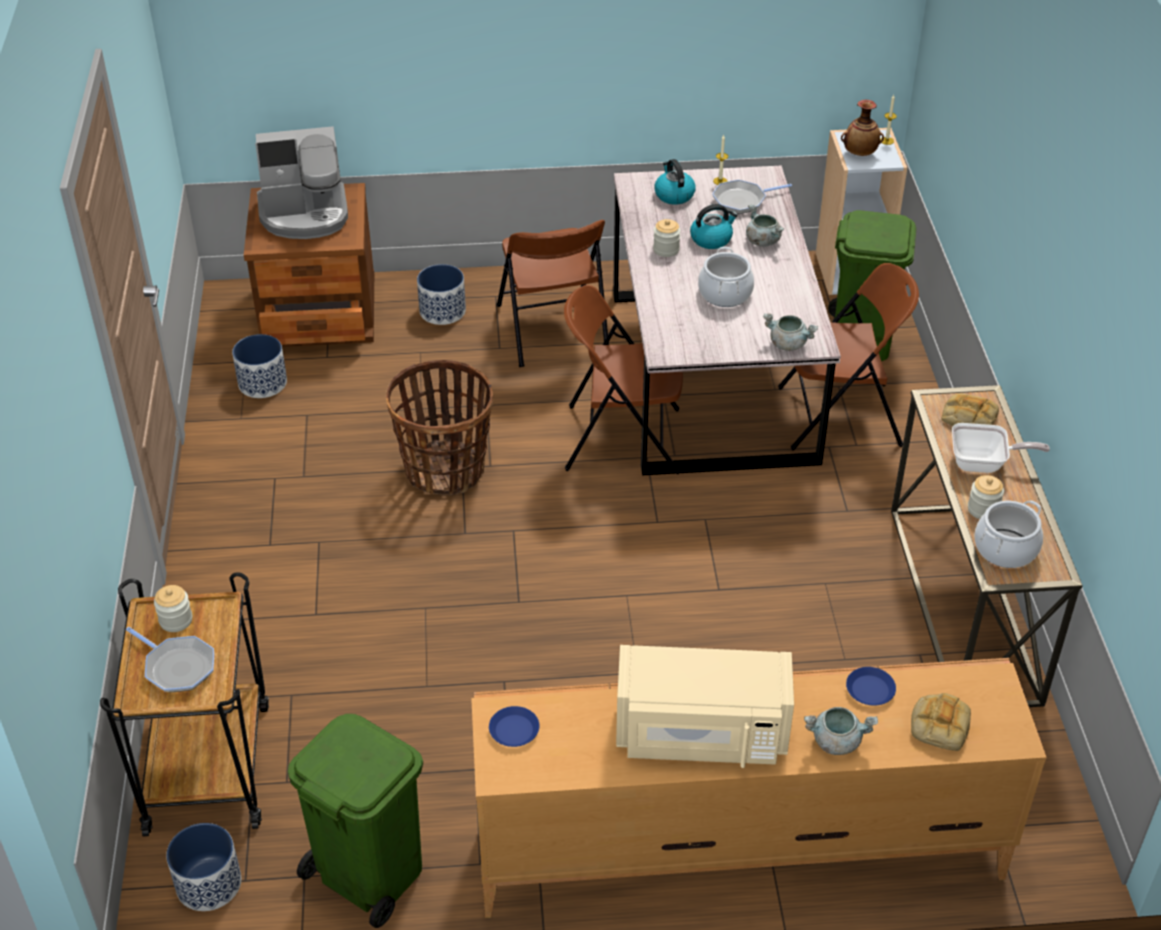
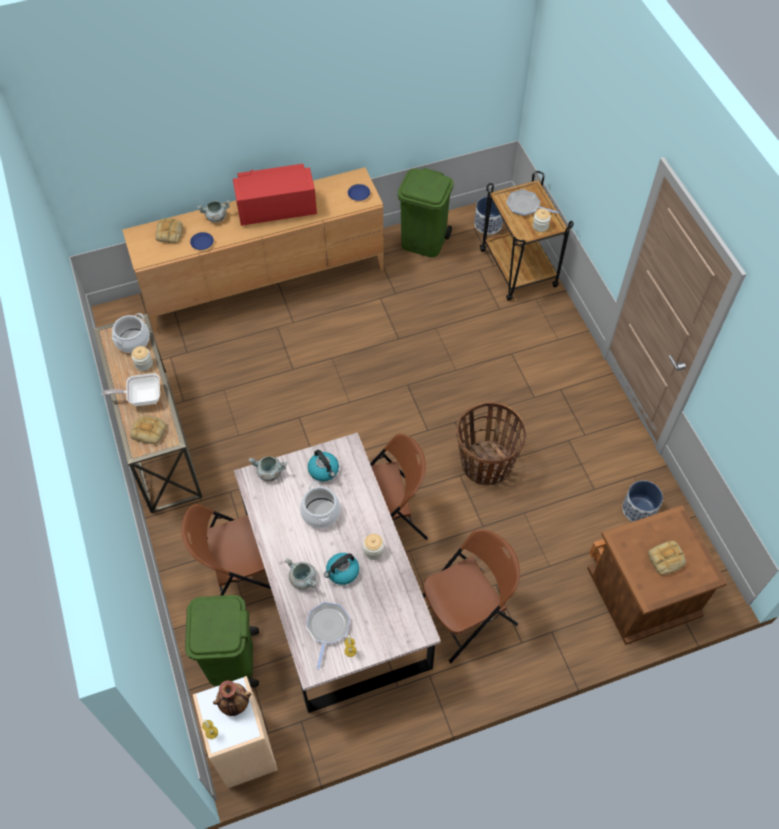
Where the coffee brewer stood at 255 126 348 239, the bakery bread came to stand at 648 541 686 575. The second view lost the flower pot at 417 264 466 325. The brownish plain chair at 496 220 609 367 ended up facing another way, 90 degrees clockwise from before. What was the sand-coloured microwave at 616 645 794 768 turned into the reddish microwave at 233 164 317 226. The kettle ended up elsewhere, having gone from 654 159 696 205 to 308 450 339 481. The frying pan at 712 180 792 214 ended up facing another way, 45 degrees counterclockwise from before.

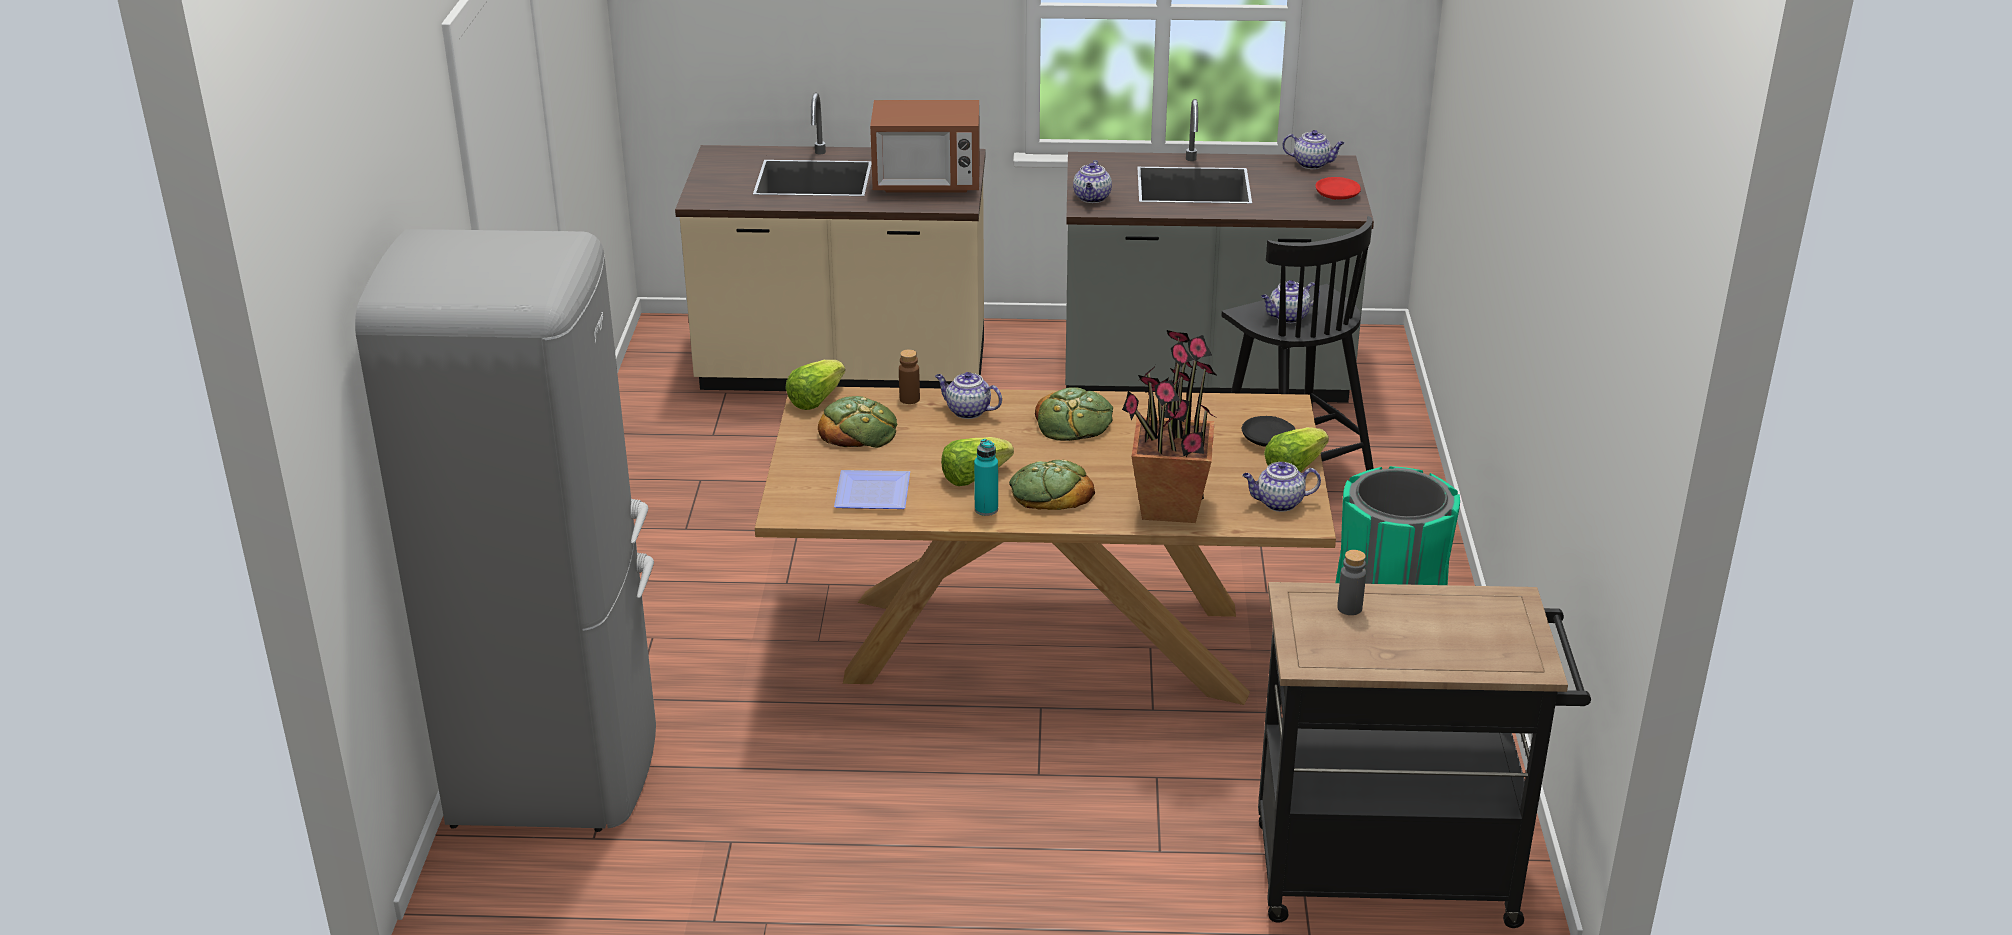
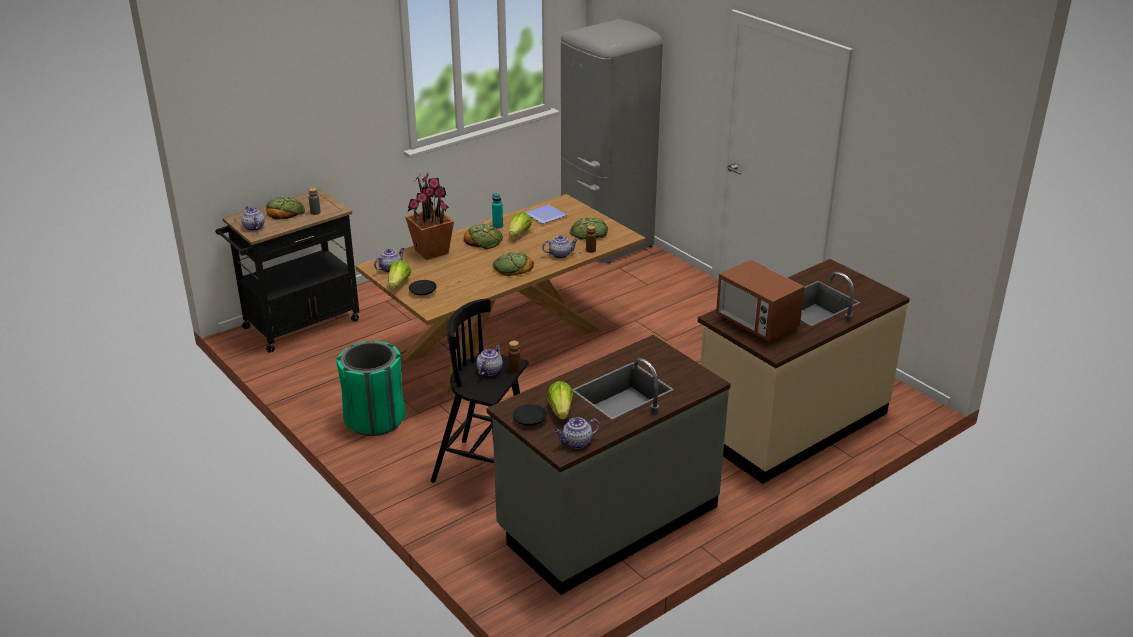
The lettuce ended up elsewhere, having gone from 785 360 845 410 to 547 381 573 419. The microwave at 870 100 980 192 ended up facing another way, 90 degrees counterclockwise from before. The tea pot ended up elsewhere, having gone from 1073 160 1112 203 to 241 206 265 231. What was the reddish flat dish at 1316 177 1361 200 turned into the black-coloured flat dish at 513 404 547 426. The second view gained the bakery bread at 266 196 305 219. The second view gained the brownish beverage bottle at 508 341 521 372.

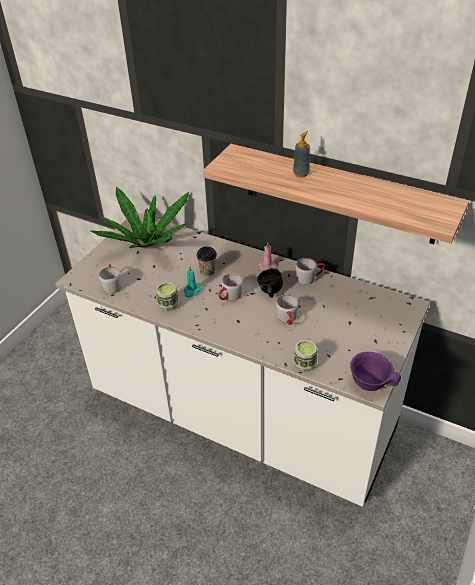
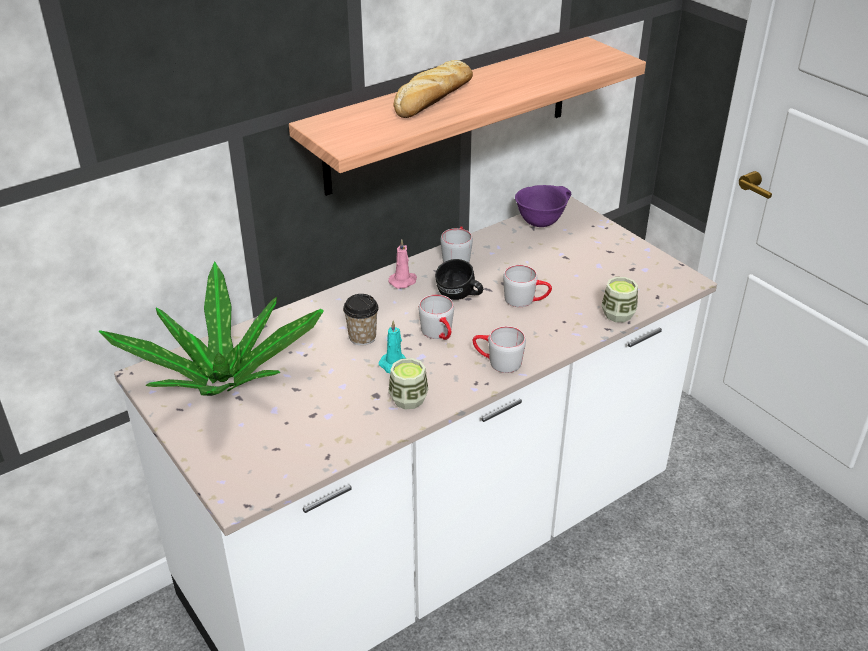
The grey mug ended up elsewhere, having gone from 99 264 121 293 to 473 326 526 373. Where the soap bottle stood at 293 131 310 177, the bakery bread came to stand at 393 60 473 118. The purplish bowl ended up elsewhere, having gone from 350 352 401 391 to 515 185 571 227.

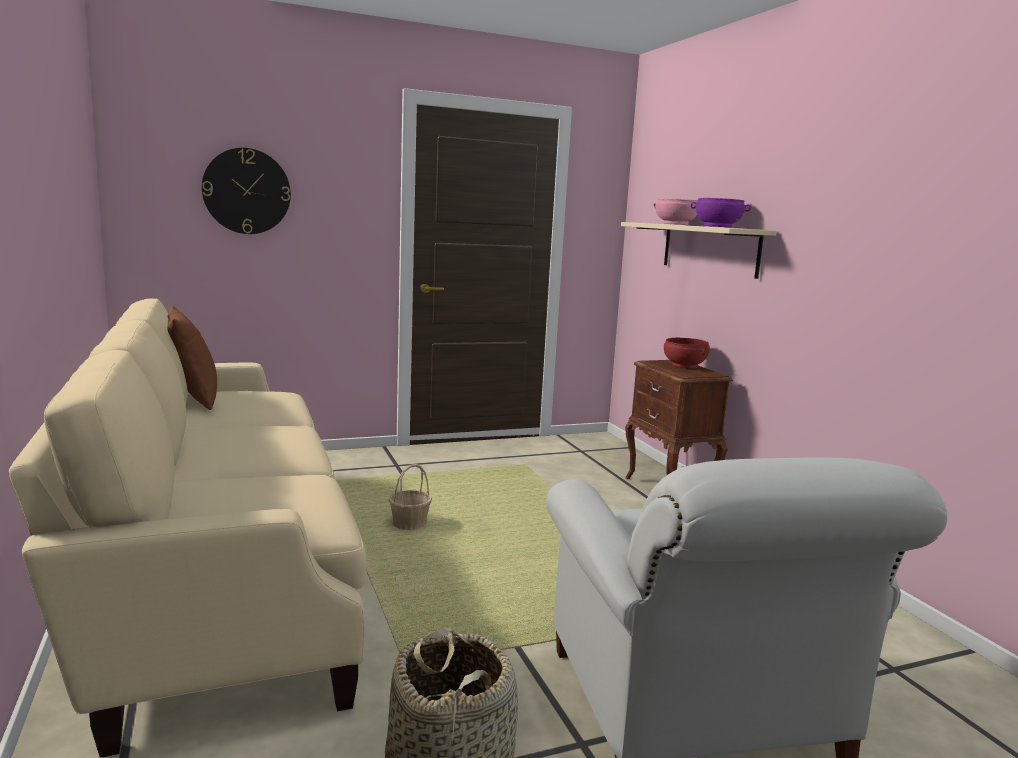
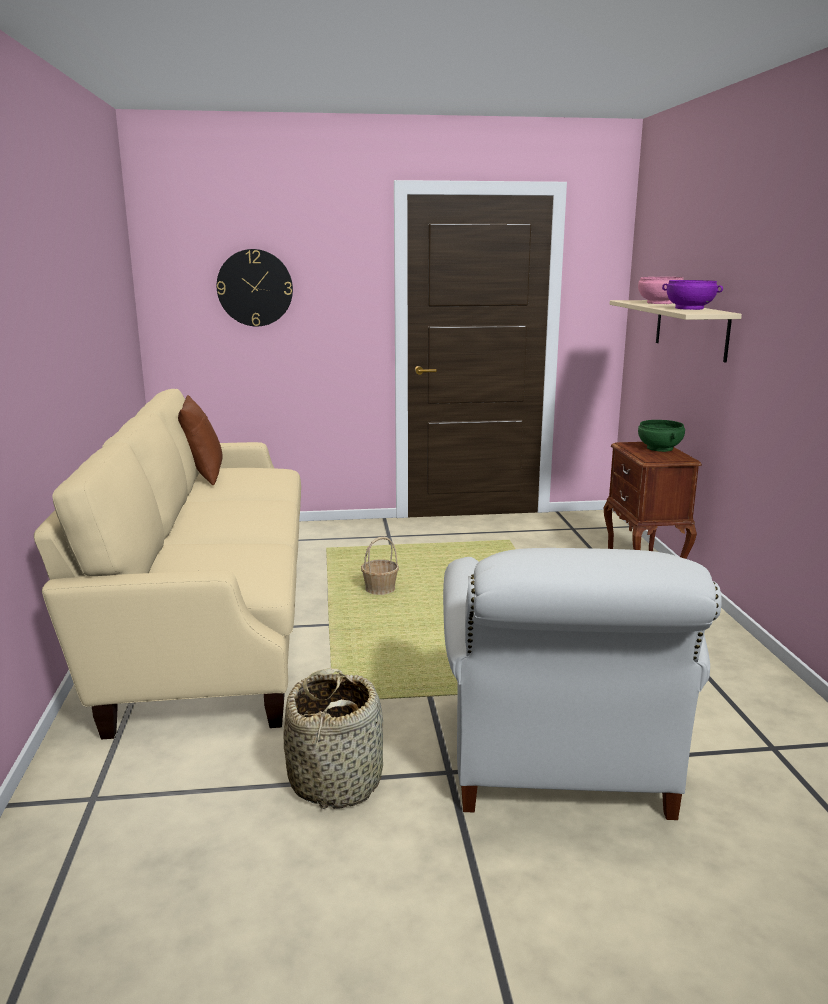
What was the reddish bowl at 664 338 710 369 turned into the greenish bowl at 638 420 685 452.

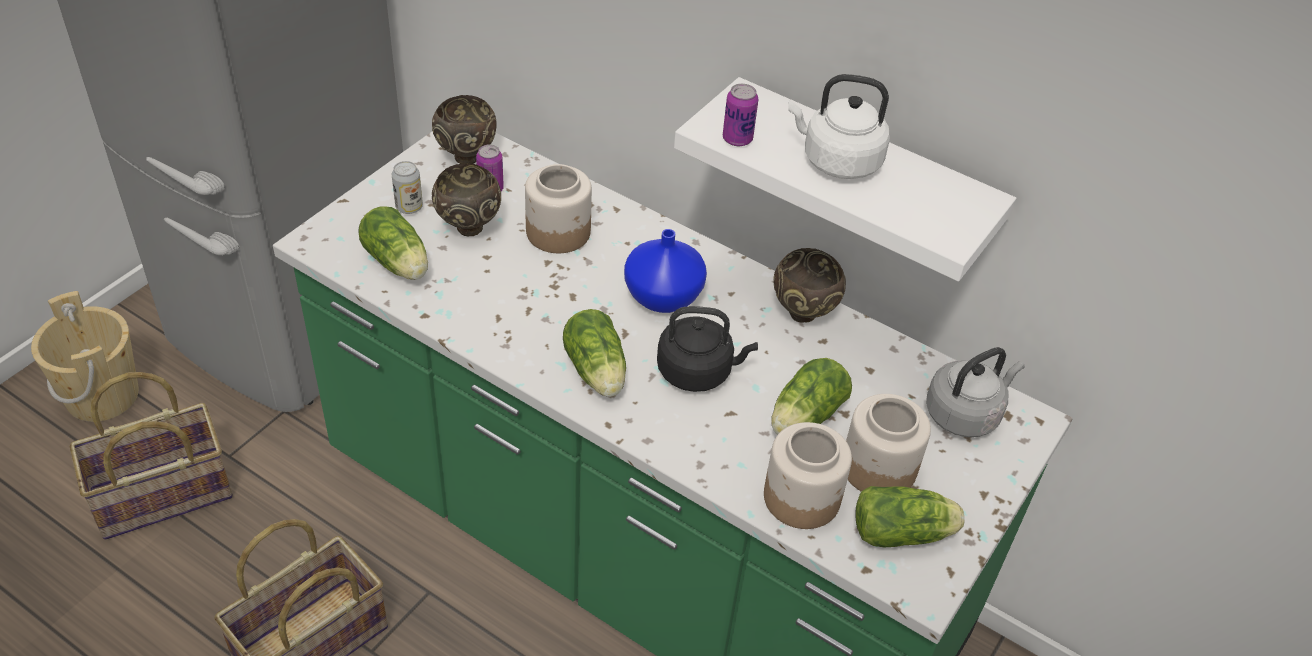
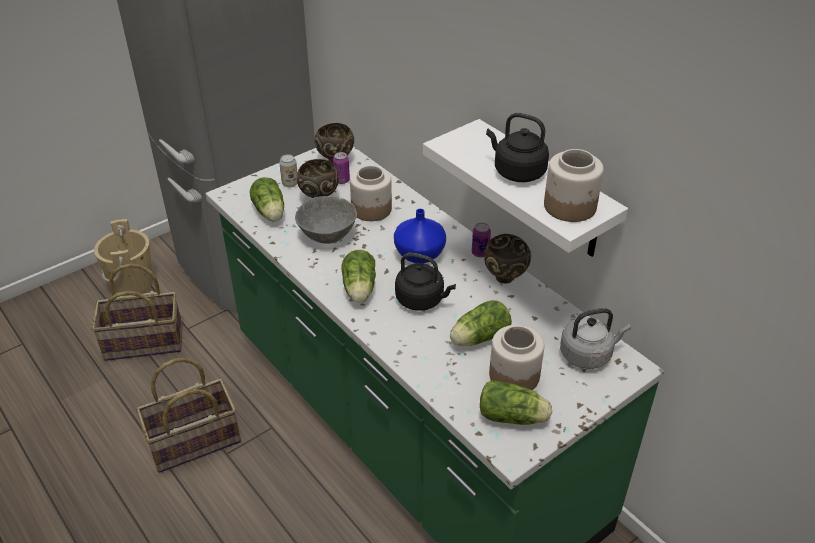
The sealed can ended up elsewhere, having gone from 723 84 758 146 to 472 223 491 257. The storage jar ended up elsewhere, having gone from 764 422 852 529 to 544 149 604 222. What was the white-coloured kettle at 788 74 890 179 turned into the black-coloured kettle at 486 113 549 182. The second view gained the grey bowl at 295 196 357 244.

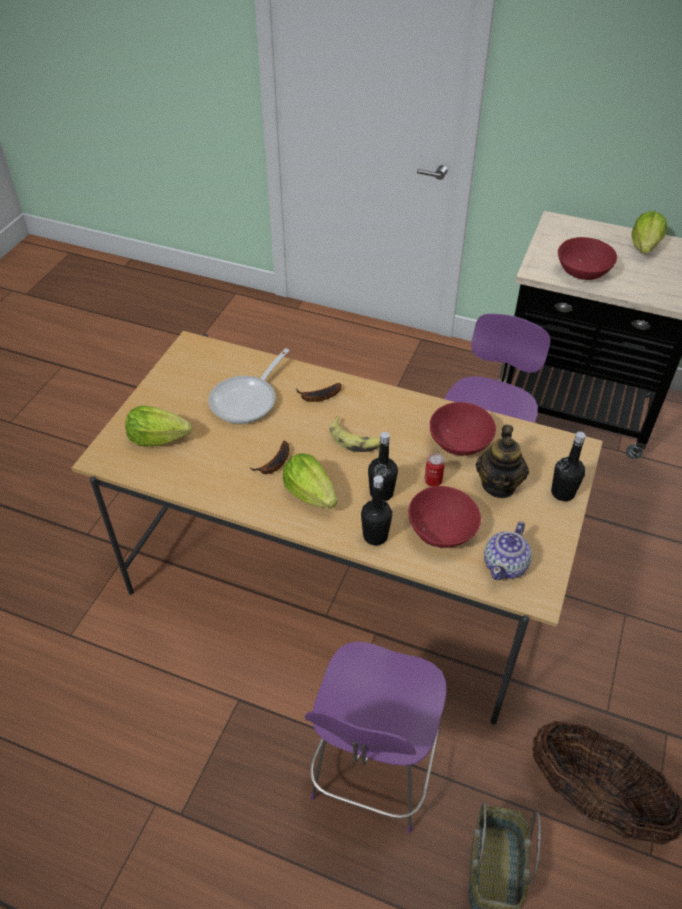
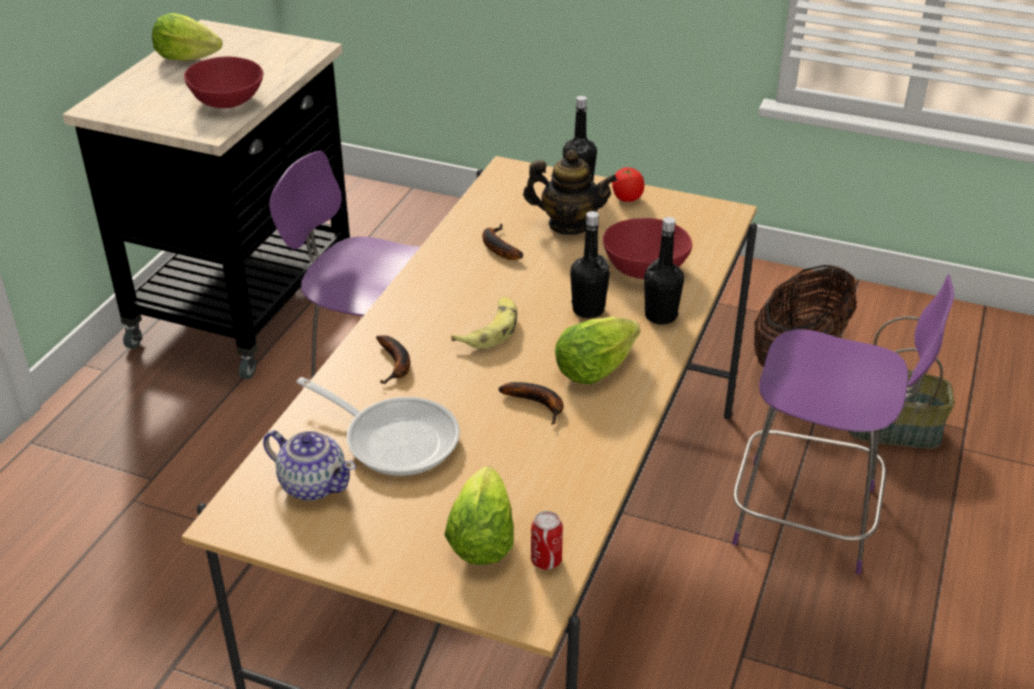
The sealed can ended up elsewhere, having gone from 424 453 445 487 to 531 511 563 570. Where the reddish bowl stood at 430 402 496 456, the banana fruit came to stand at 482 224 523 260. The tea pot ended up elsewhere, having gone from 484 521 532 580 to 263 430 356 501. The second view gained the tomato at 612 168 644 202.

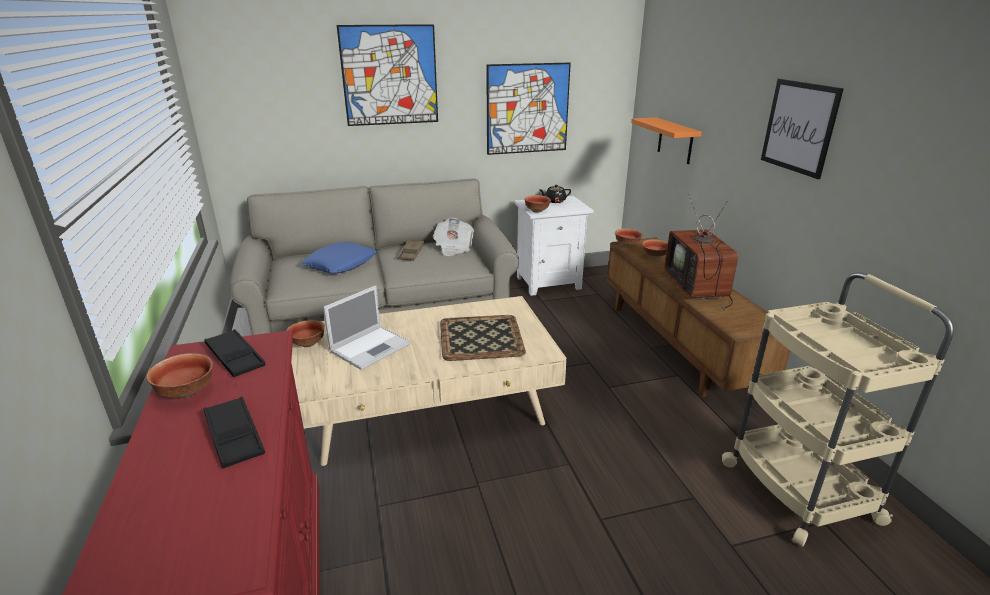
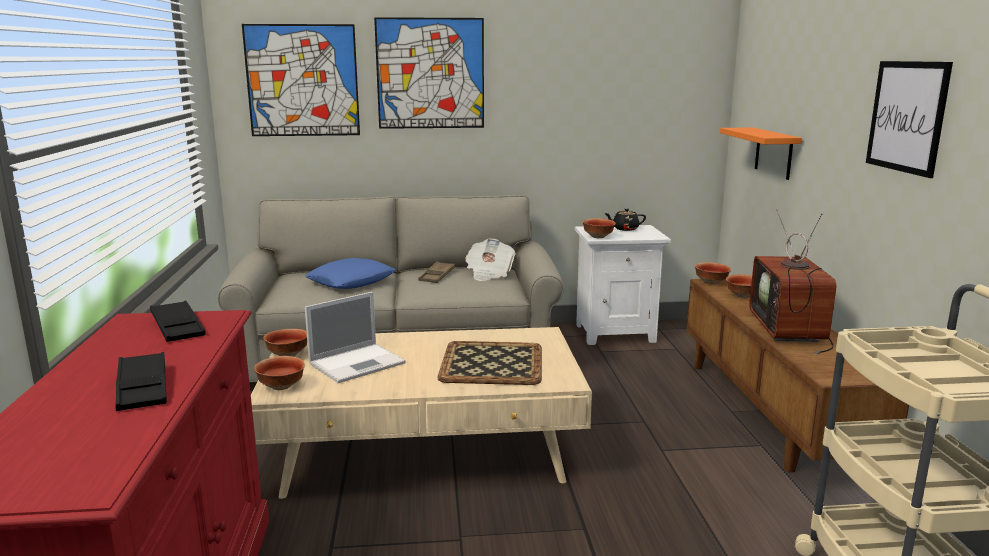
The bowl ended up elsewhere, having gone from 146 353 213 398 to 254 356 305 390. The wall art ended up elsewhere, having gone from 486 63 571 155 to 242 24 360 136.

